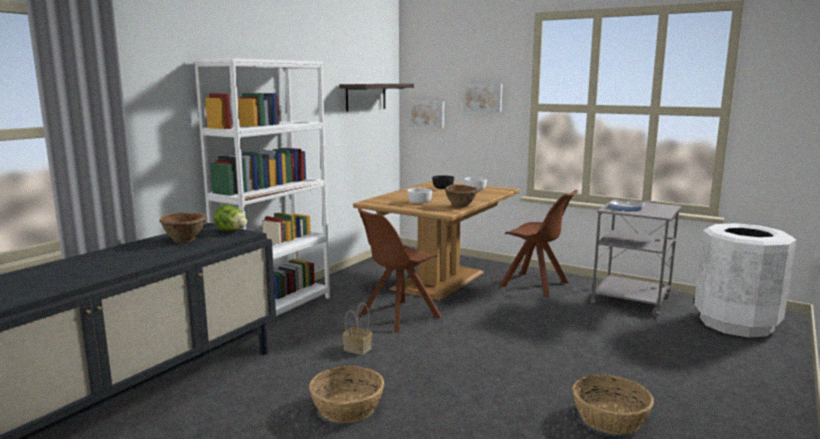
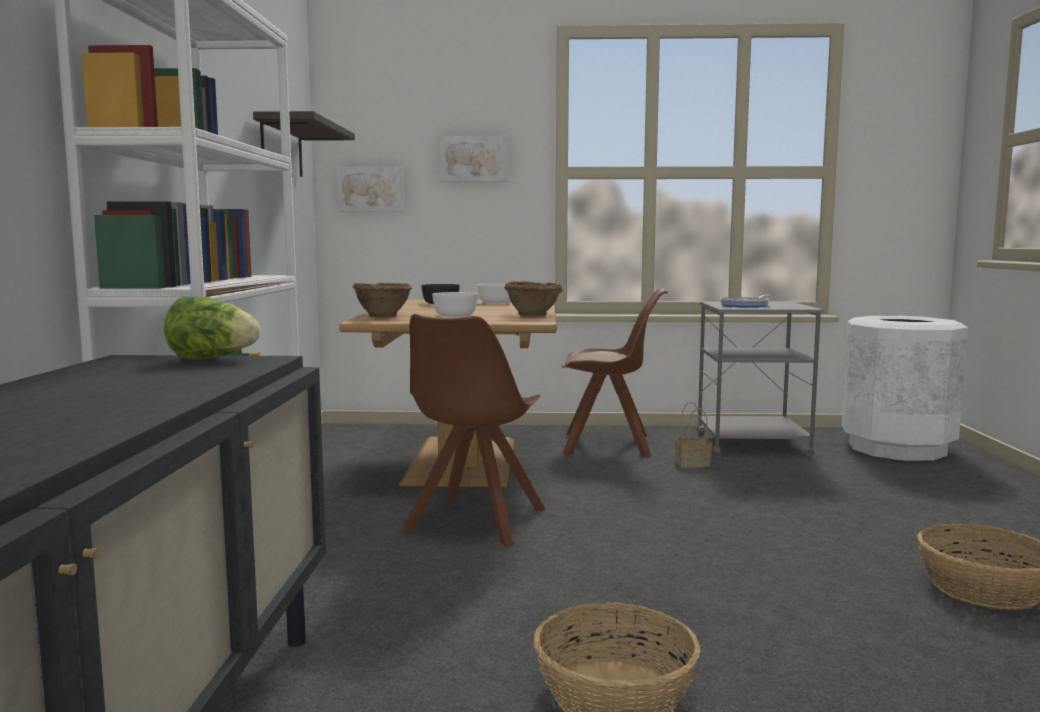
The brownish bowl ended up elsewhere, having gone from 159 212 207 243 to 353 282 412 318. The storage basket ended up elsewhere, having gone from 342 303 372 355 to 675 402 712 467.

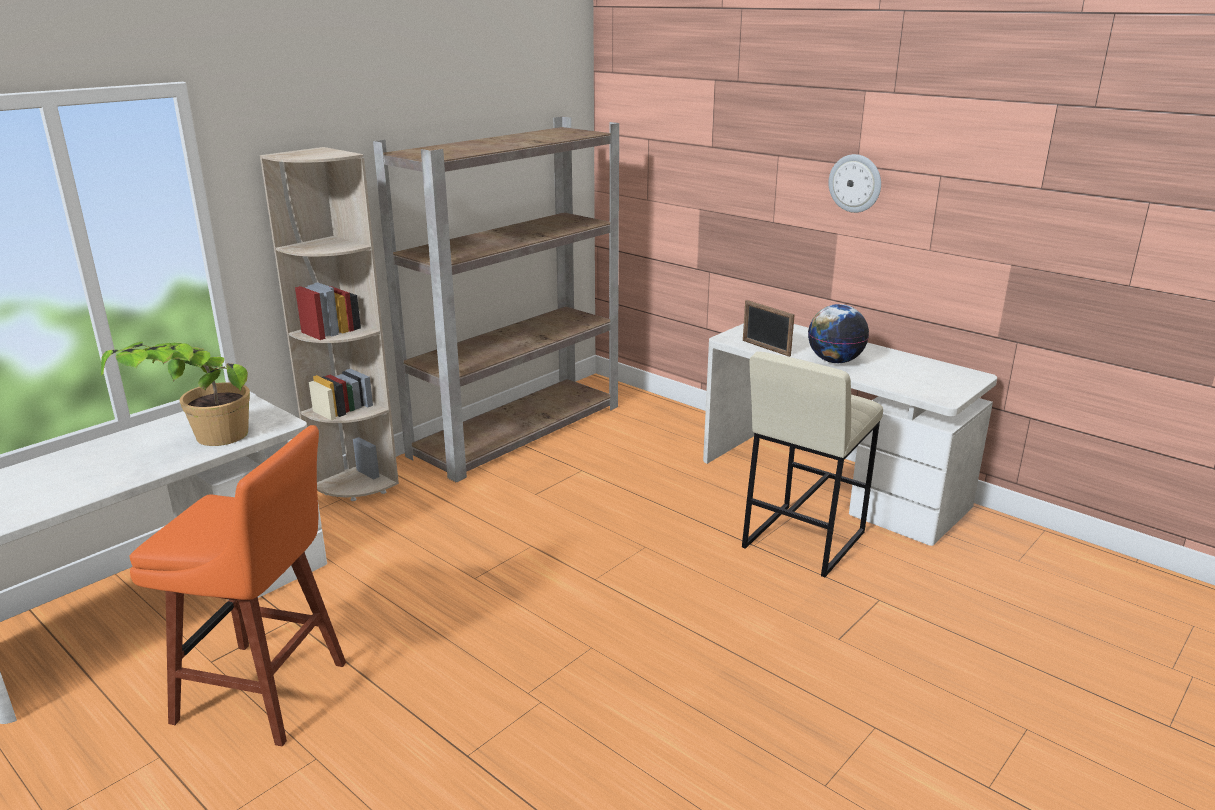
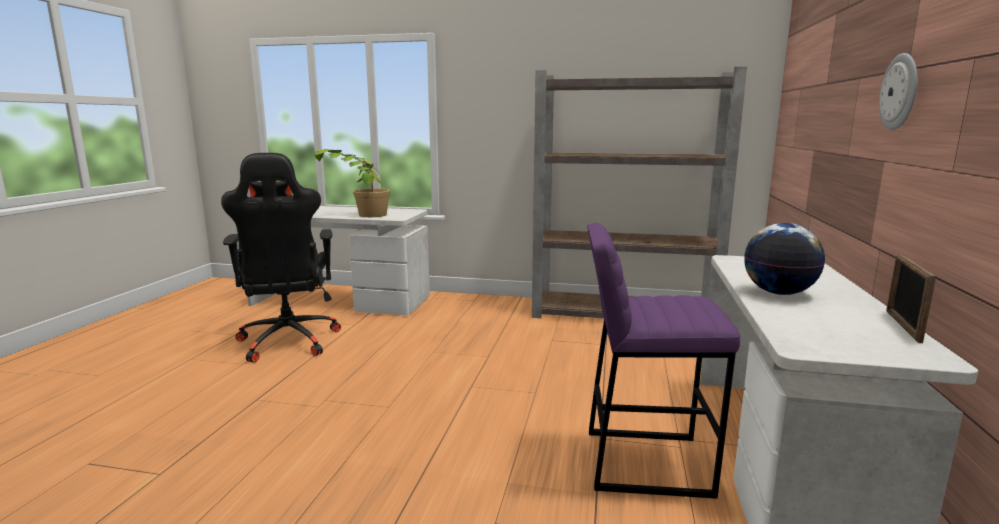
Where the orangey stool seat stood at 129 425 346 747, the black-coloured office chair came to stand at 221 153 341 363. The second view lost the sand-coloured bookshelf at 260 147 399 501. What was the sand-coloured stool seat at 742 351 883 577 turned into the purplish stool seat at 587 222 740 499. The photo frame ended up elsewhere, having gone from 743 300 795 357 to 886 254 936 343.

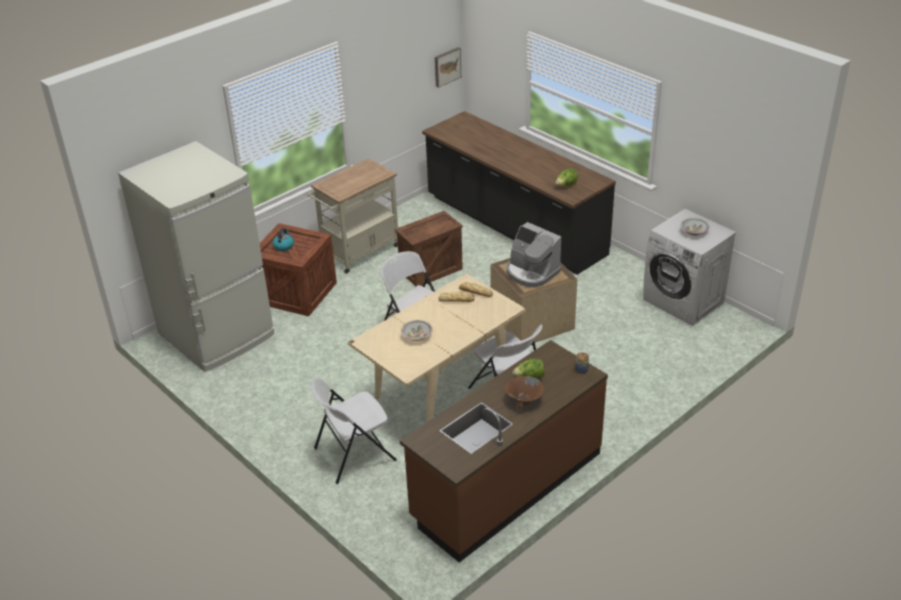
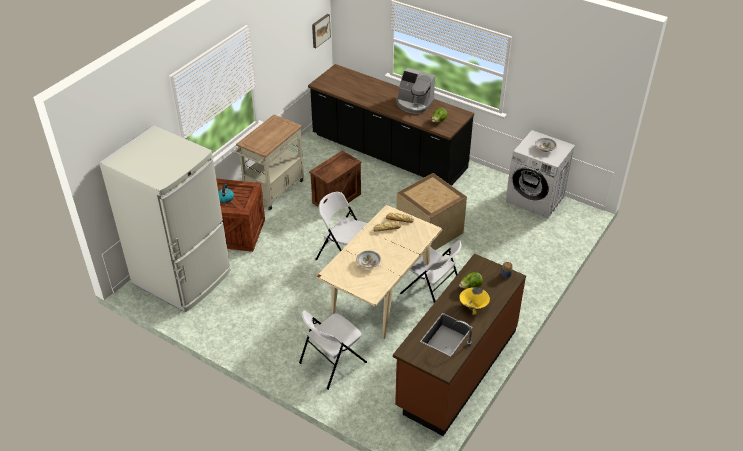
What was the brownish bowl at 505 376 544 410 turned into the yellowish bowl at 459 287 490 315. The coffee brewer ended up elsewhere, having gone from 507 222 561 287 to 396 68 435 114.

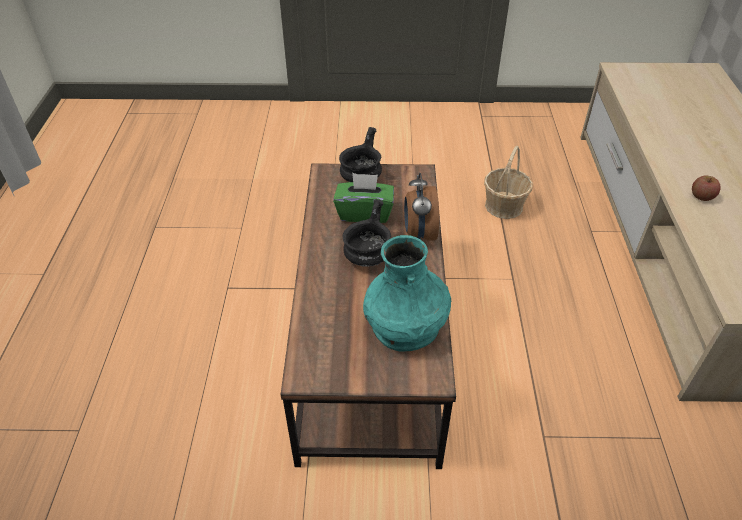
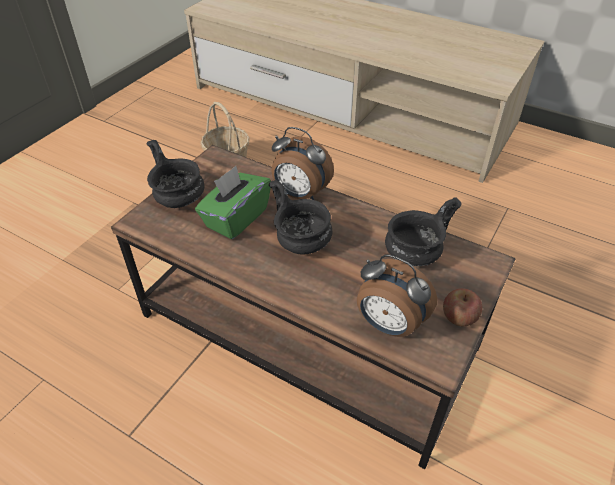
Where the turquoise-coloured decorative vase stood at 363 235 451 352, the black-coloured bowl came to stand at 385 198 462 266. The apple ended up elsewhere, having gone from 692 175 721 201 to 443 288 482 326. The second view gained the bedside clock at 357 255 437 337.

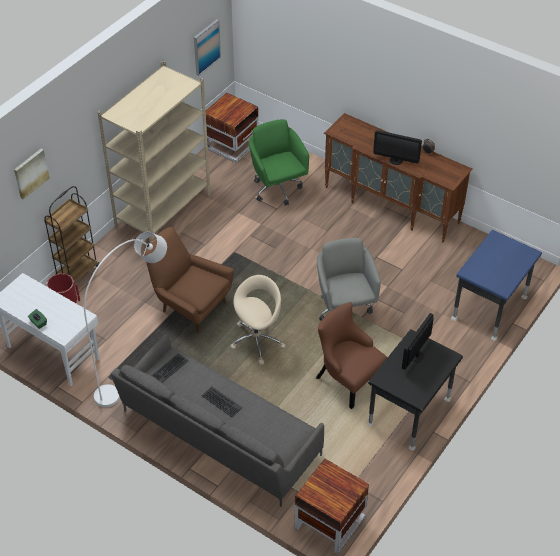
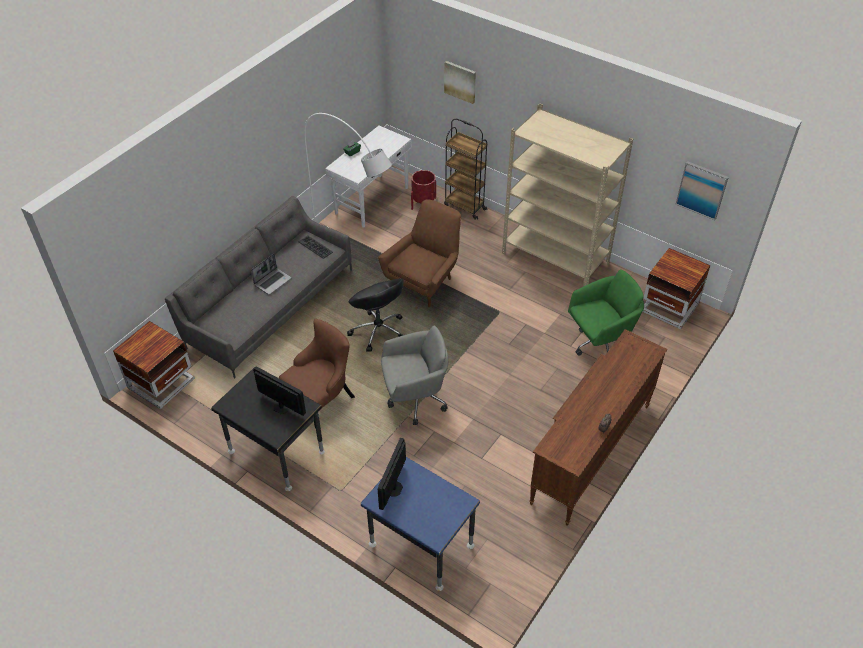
Where the PC keyboard stood at 202 386 242 418, the portable computer came to stand at 251 253 292 295. What was the sand-coloured office chair at 230 275 286 365 turned into the black-coloured office chair at 347 278 404 352. The computer display ended up elsewhere, having gone from 373 130 422 165 to 378 438 406 510.

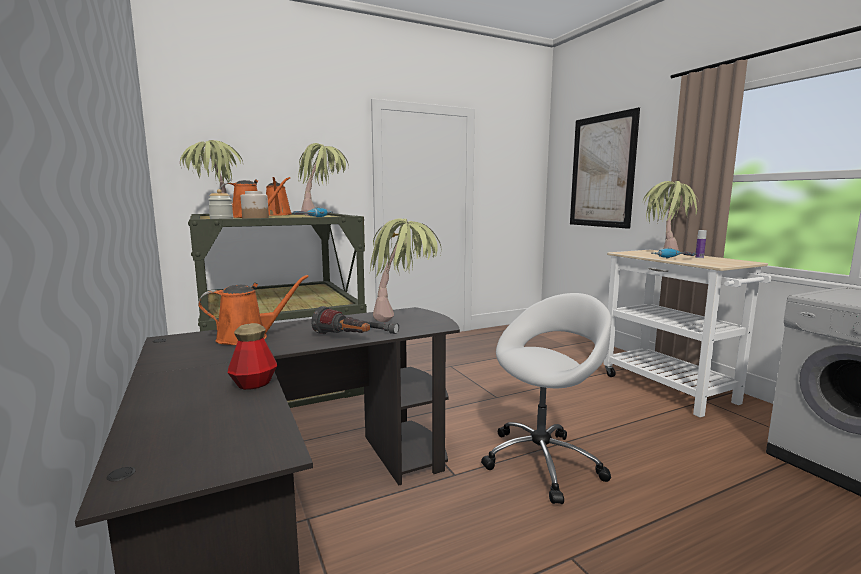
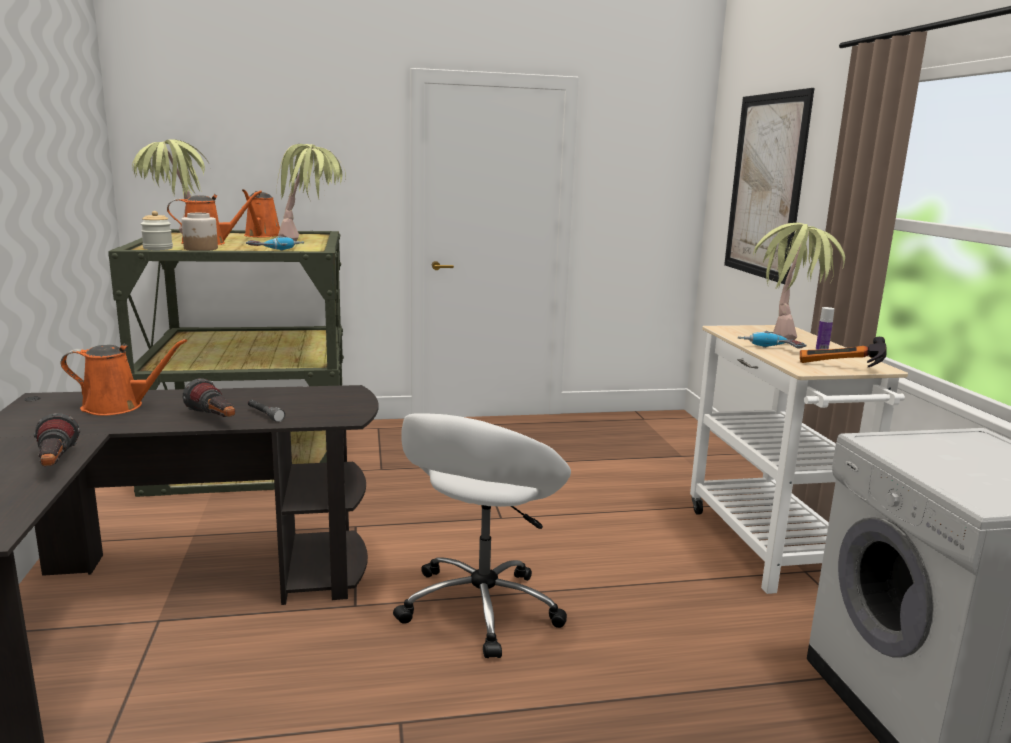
Where the beverage bottle stood at 228 323 277 390, the flashlight came to stand at 34 413 80 466. The second view lost the potted plant at 370 219 441 322. The white-coloured office chair at 481 293 611 504 ended up facing another way, 120 degrees clockwise from before. The second view gained the tool hammer at 800 337 887 367.

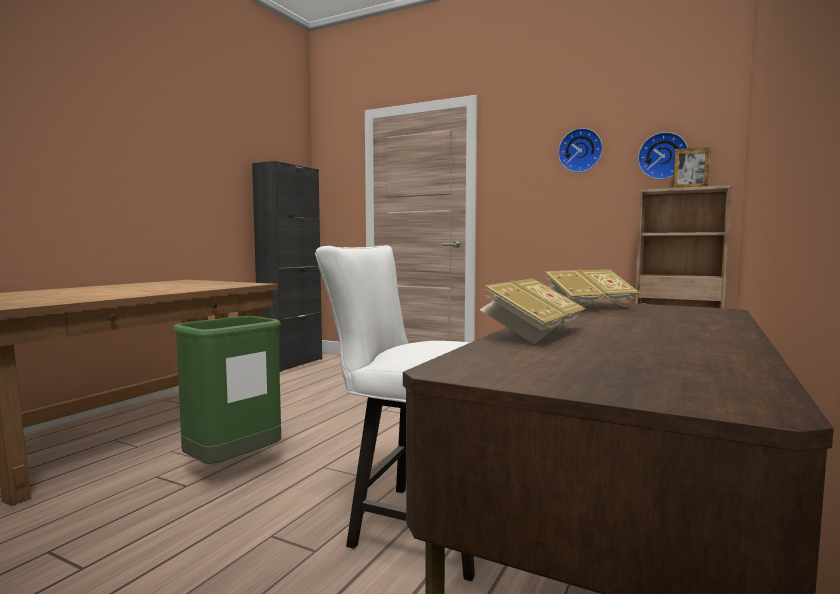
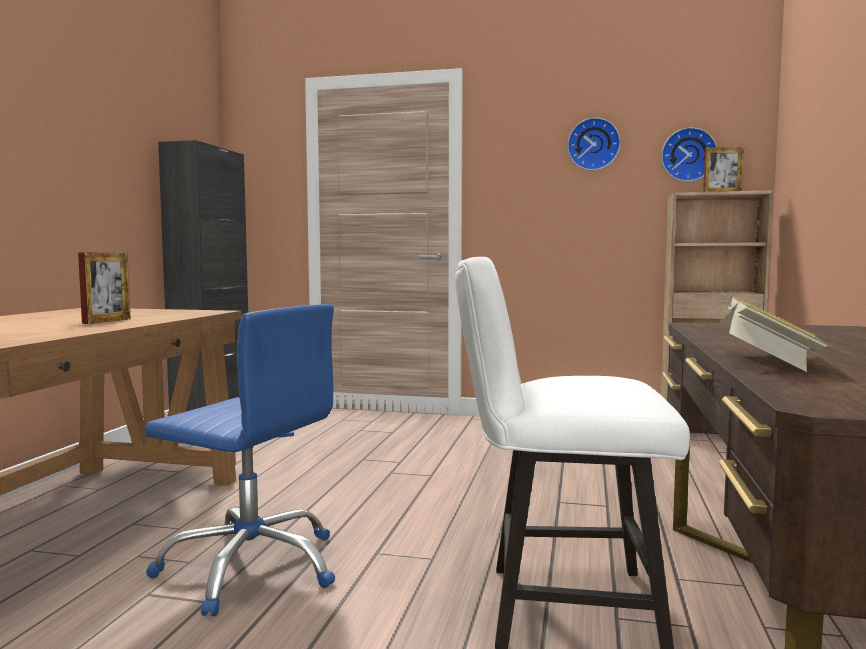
Where the greenish trash can stood at 173 316 281 464, the blue-coloured office chair came to stand at 144 304 335 616. The second view lost the book at 544 270 640 308. The second view gained the photo frame at 78 253 131 324.

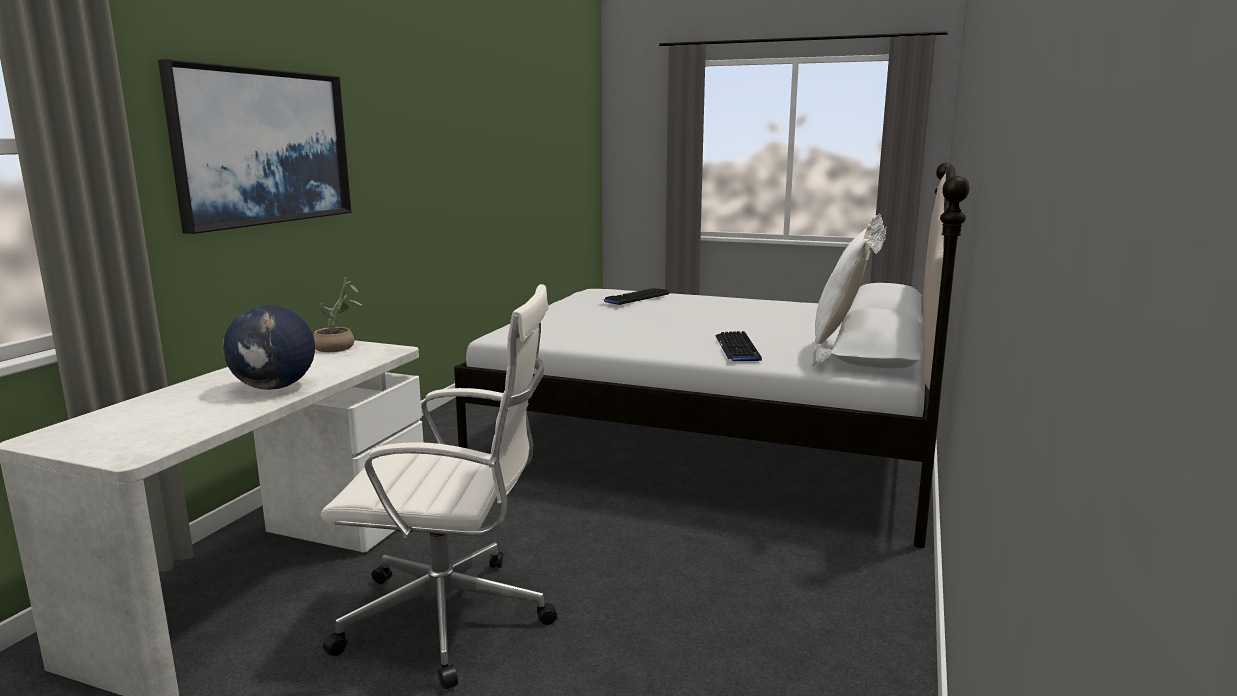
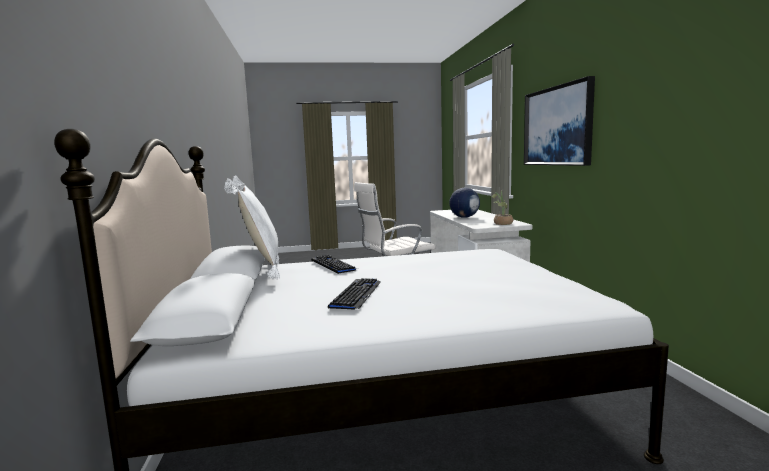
The PC keyboard ended up elsewhere, having gone from 604 288 670 305 to 328 278 381 309.

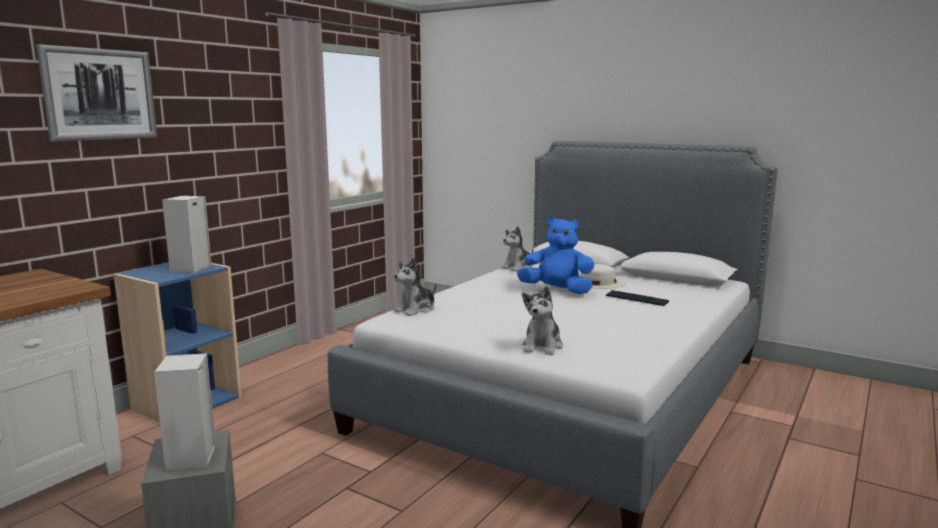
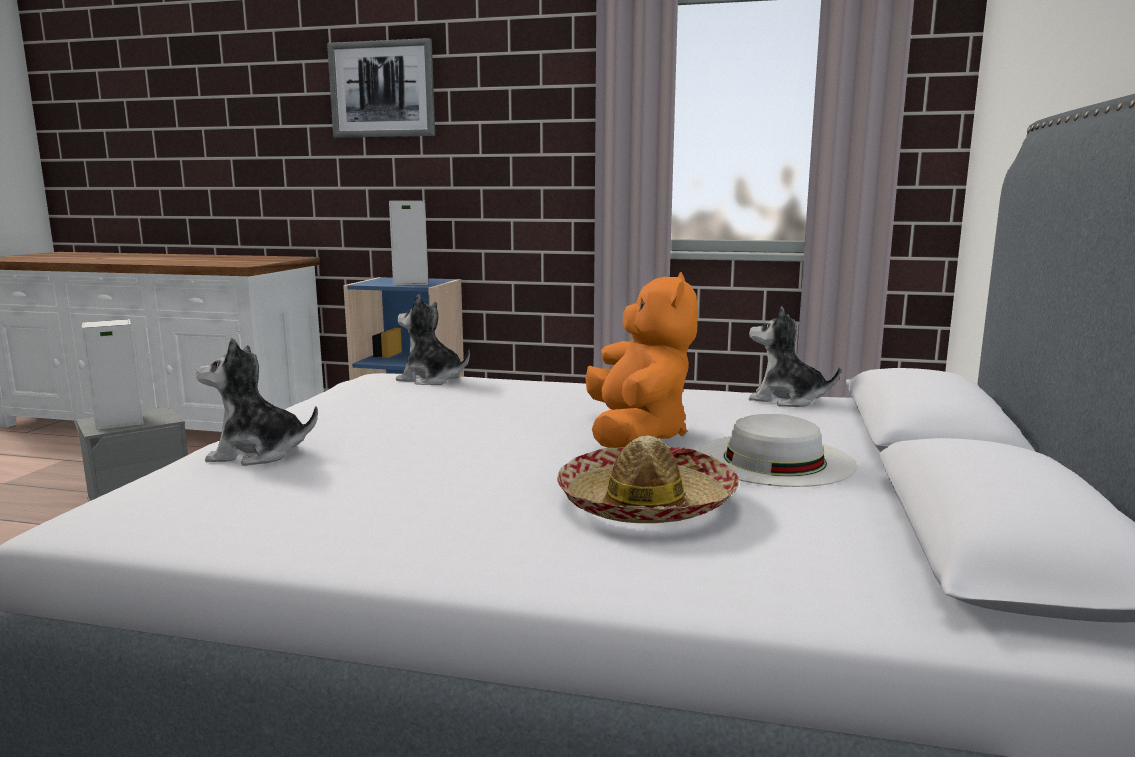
What was the blue-coloured plush toy at 517 217 595 294 turned into the orangey plush toy at 586 272 698 448. Where the PC keyboard stood at 606 290 669 306, the clothing hat came to stand at 557 435 740 523.

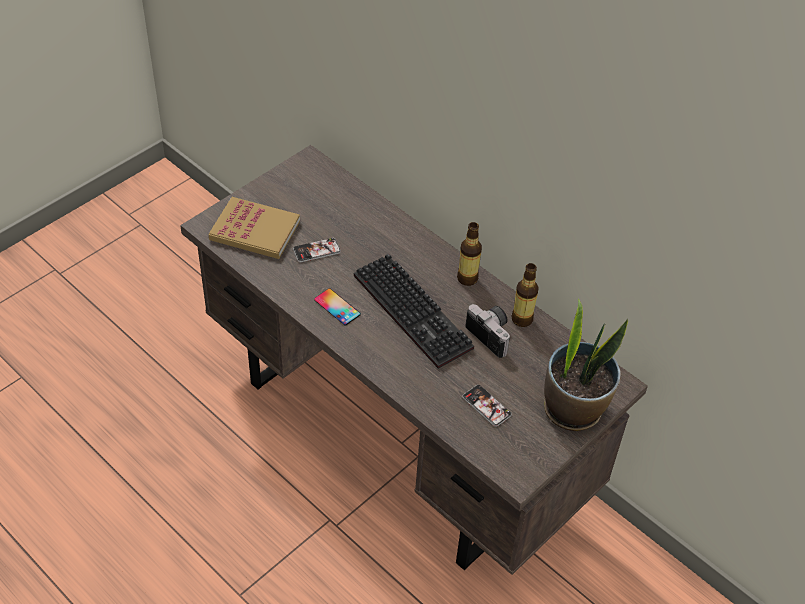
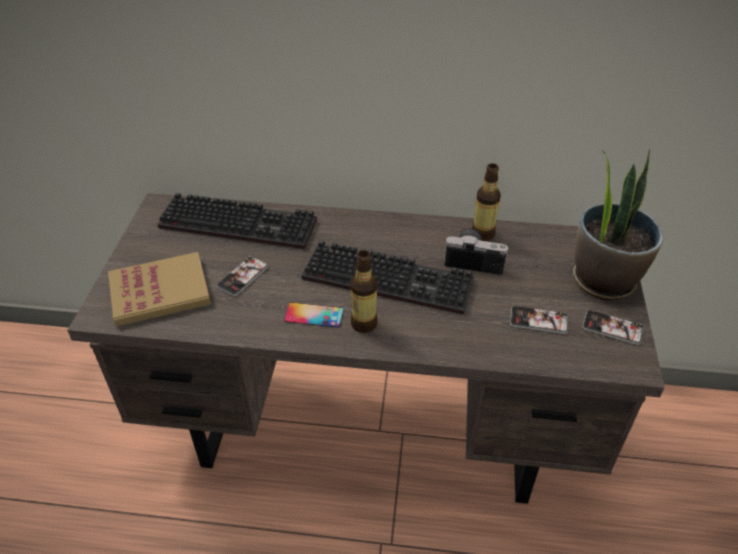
The beverage bottle ended up elsewhere, having gone from 457 222 482 286 to 350 250 377 333. The second view gained the PC keyboard at 157 193 317 249. The second view gained the handset at 582 310 644 345.

